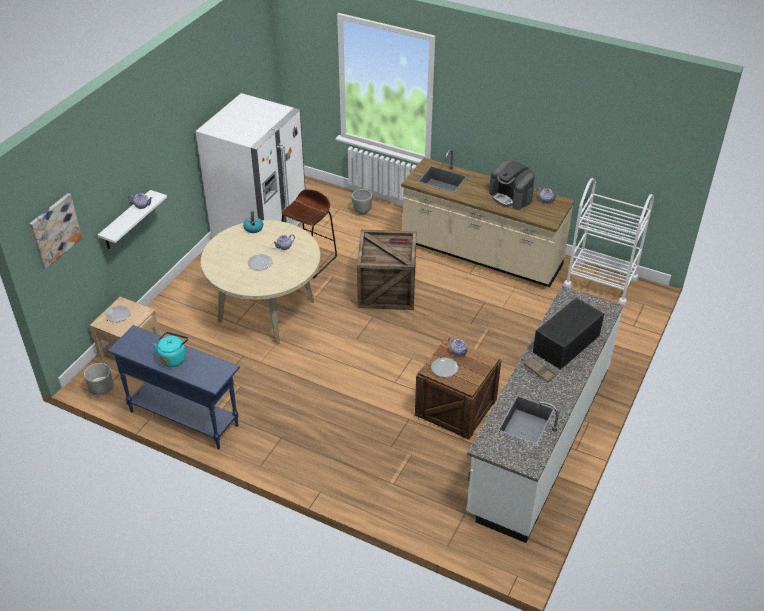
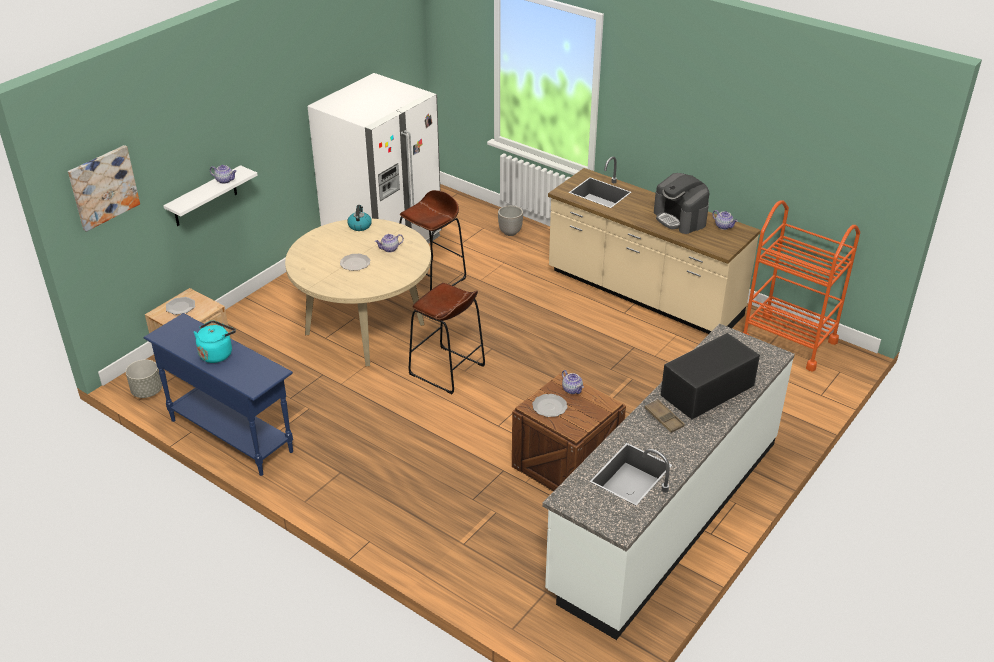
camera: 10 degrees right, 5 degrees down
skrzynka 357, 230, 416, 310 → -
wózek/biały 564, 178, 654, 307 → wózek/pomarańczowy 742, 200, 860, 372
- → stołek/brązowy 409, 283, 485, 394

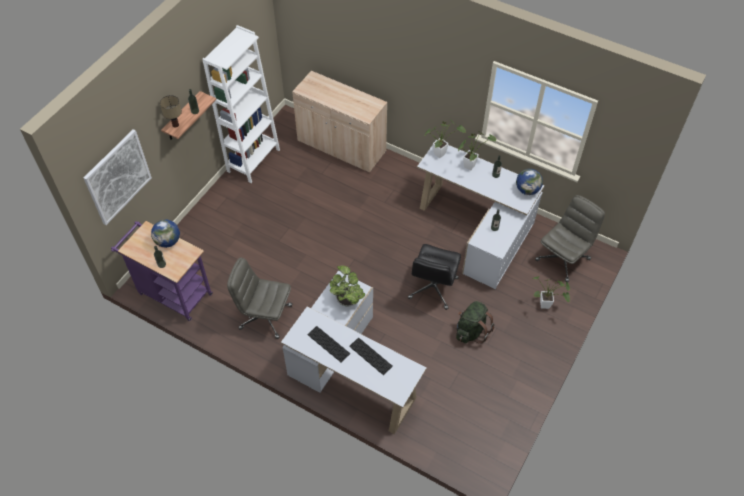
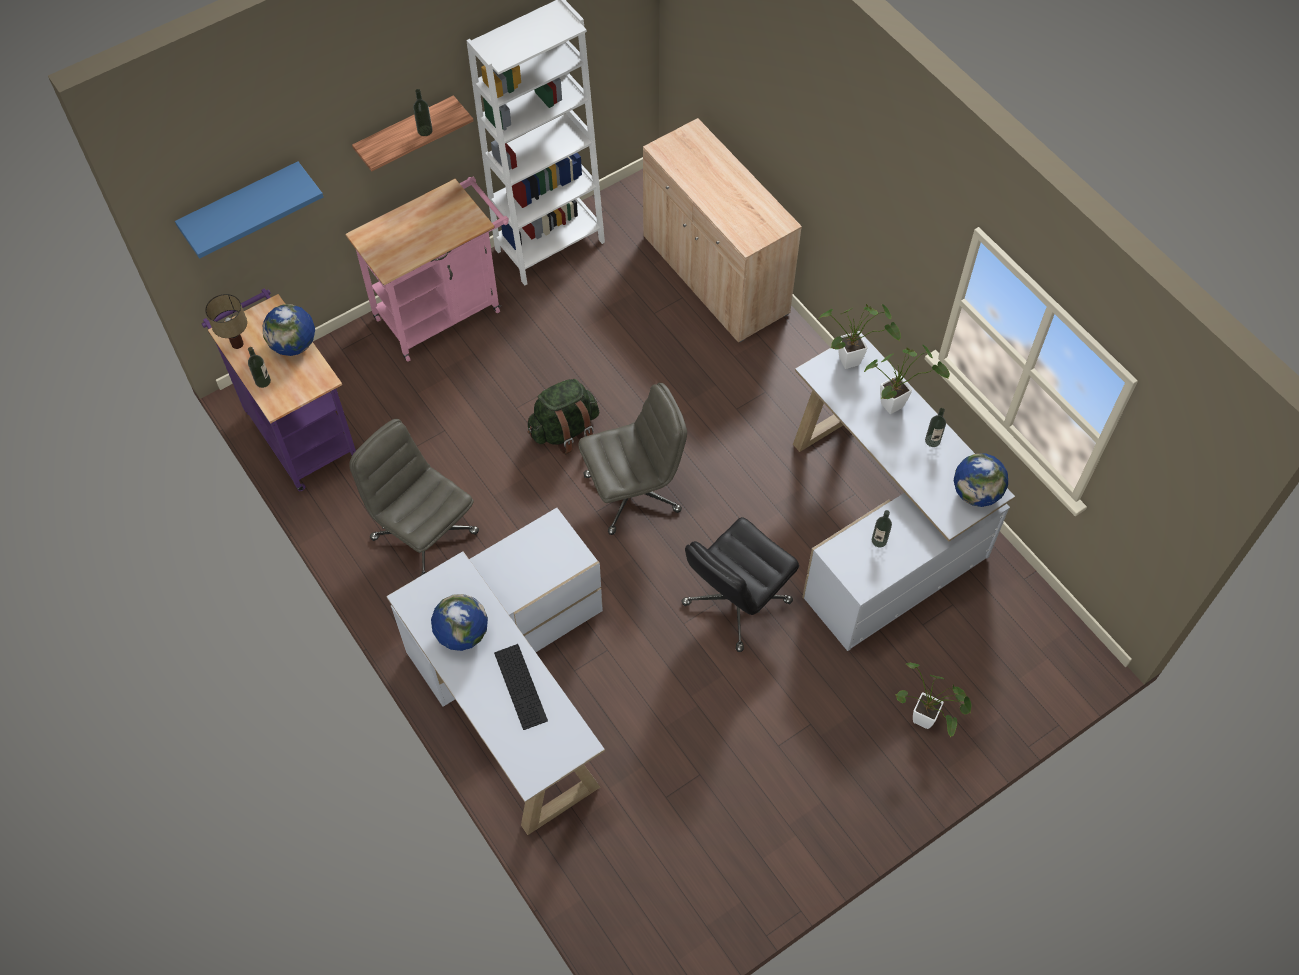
camera: 25 degrees right, 5 degrees up
obraz 84, 129, 152, 225 → półka/niebieski 175, 162, 323, 259
lampa stołowa 160, 95, 182, 128 → lampa stołowa 205, 294, 247, 349, shifted
klawiatura 308, 326, 350, 362 → globus 431, 594, 488, 651
roślina doniczkowa 330, 265, 365, 307 → -
plecak/zielony 456, 301, 494, 344 → plecak/zielony 528, 379, 599, 455, shifted
krzesło biurowe/szary 535, 195, 605, 282 → krzesło biurowe/szary 579, 383, 687, 535, shifted
- → wózek/różowy 345, 177, 509, 362

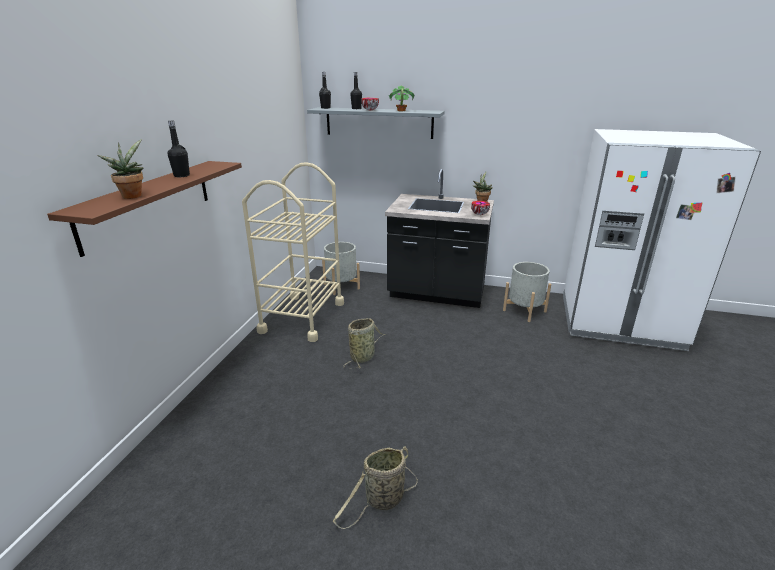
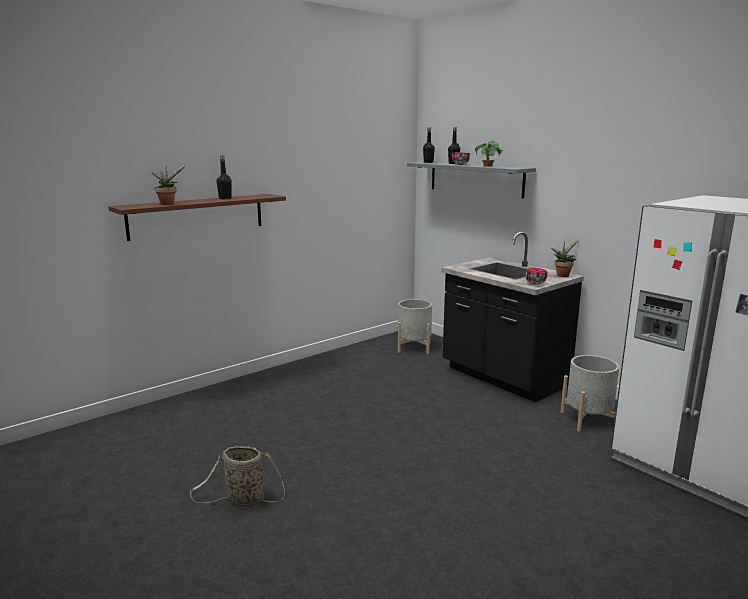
camera: 35 degrees right, 10 degrees down
wózek/beżowy 242, 162, 344, 342 → -
koszyk 344, 318, 385, 369 → -

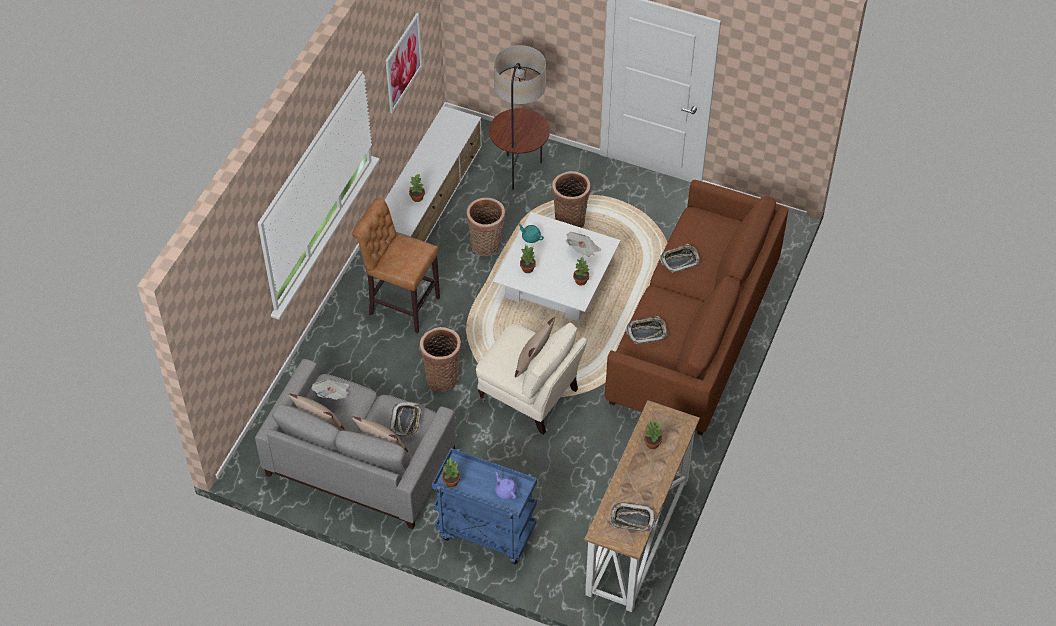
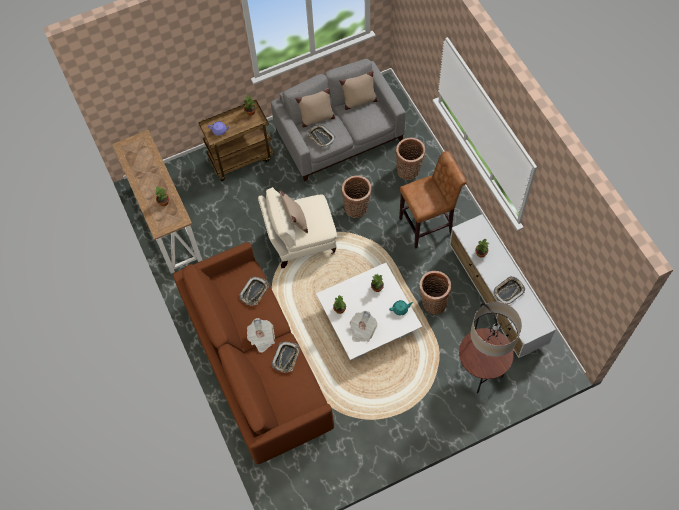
camera: 135 degrees right, 10 degrees up
gazeta 312, 379, 349, 400 → gazeta 247, 318, 275, 353, shifted
obraz 385, 13, 422, 113 → -
wózek/niebieski 432, 448, 537, 565 → wózek/brązowy 198, 100, 273, 181
koszyk 552, 171, 591, 228 → koszyk 396, 138, 425, 180, shifted
taca 610, 502, 656, 532 → taca 493, 276, 525, 305, shifted

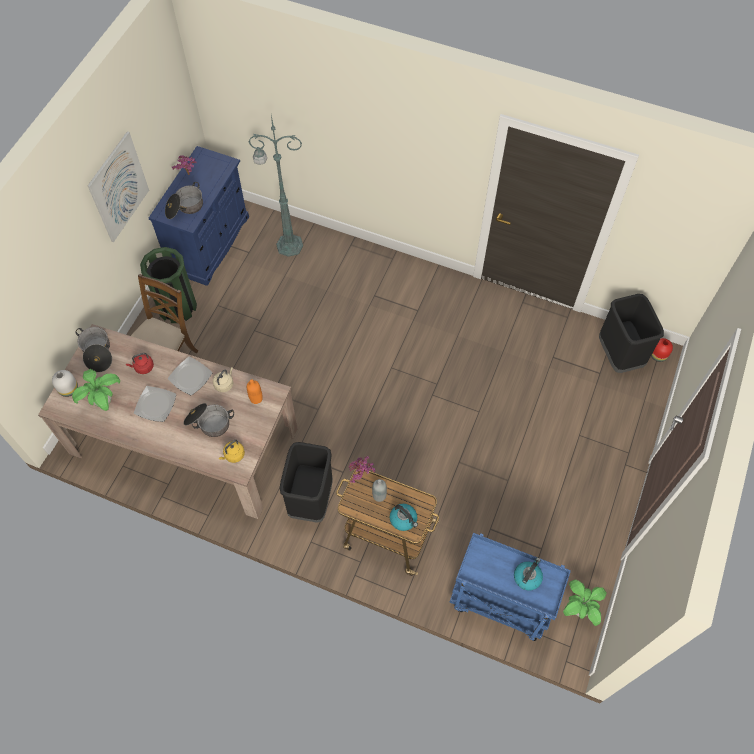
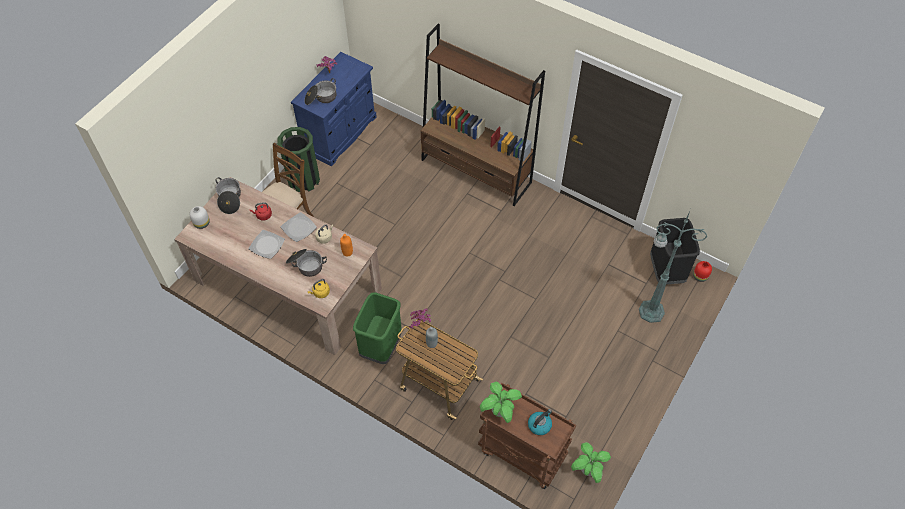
camera: 10 degrees right, 5 degrees down
roślina doniczkowa 72, 369, 120, 411 → roślina doniczkowa 480, 381, 522, 423, shifted
obraz 88, 131, 149, 242 → -
lampa stojąca/zielony 249, 115, 303, 257 → lampa stojąca/zielony 639, 211, 707, 323, shifted
kosz na śmieci/czarny 280, 442, 333, 523 → kosz na śmieci/zielony 353, 293, 402, 364
czajnik 390, 504, 418, 531 → -
wózek/niebieski 450, 533, 571, 641 → wózek/brązowy 478, 383, 576, 489
- → regał/brązowy 421, 24, 545, 206

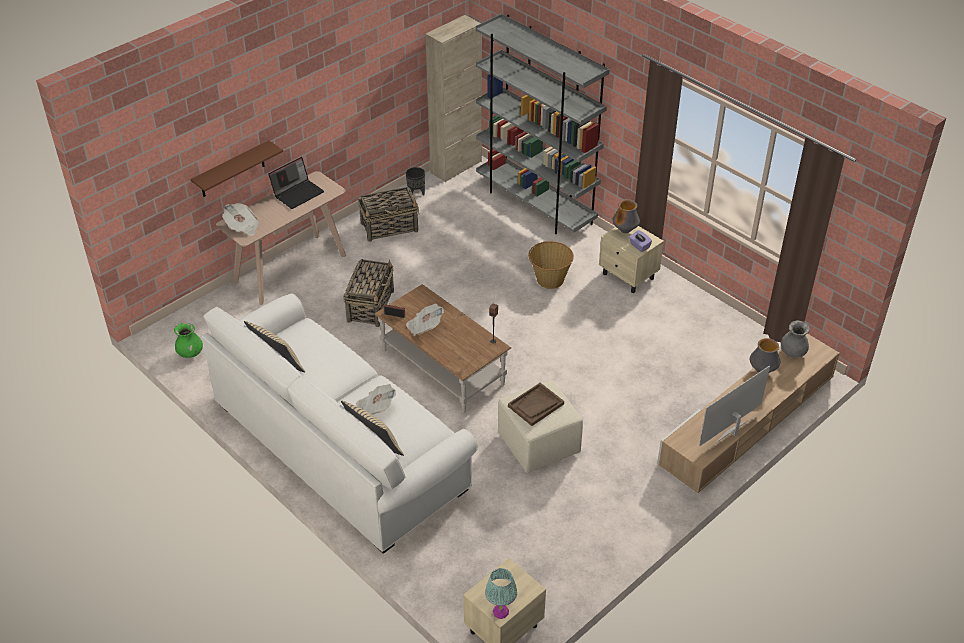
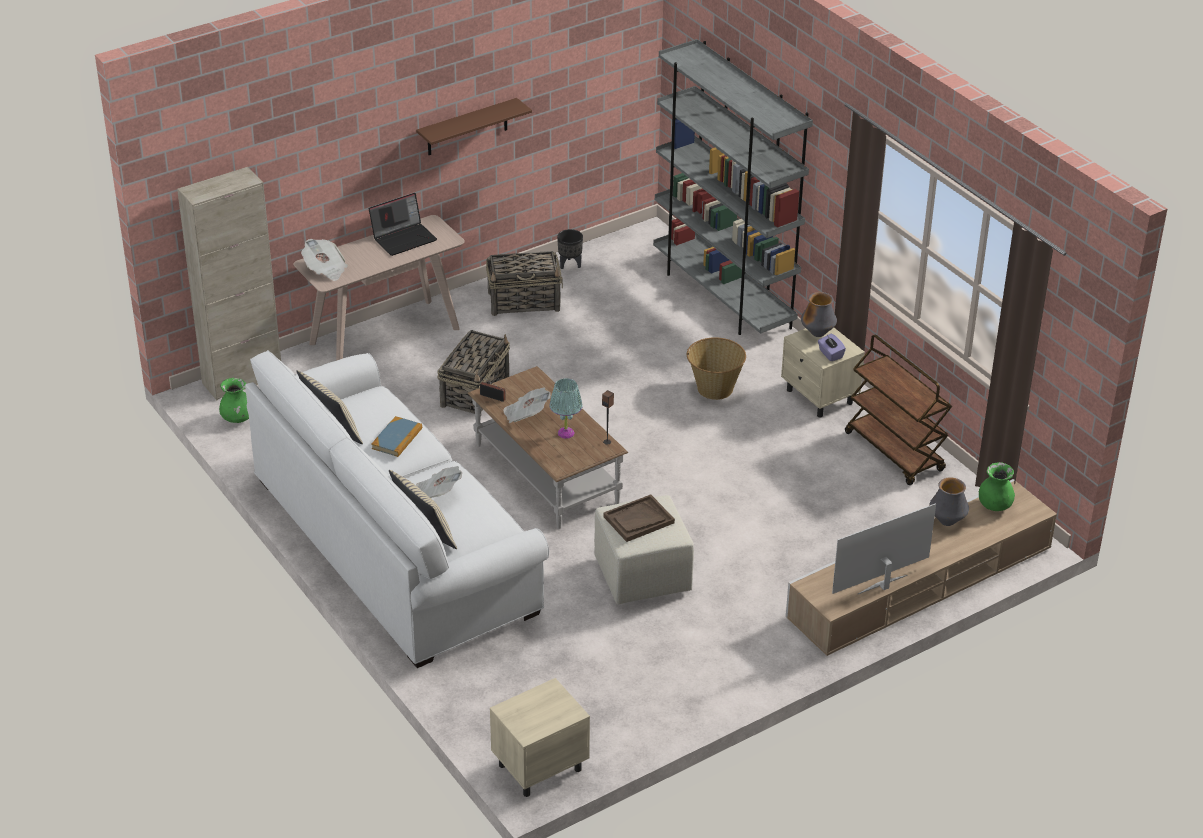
camera: 10 degrees right, 5 degrees down
półka/brązowy 190, 140, 283, 197 → półka/brązowy 416, 98, 532, 155, shifted
szafka/beżowy 425, 15, 482, 182 → szafka/beżowy 177, 167, 281, 400, shifted
lampa stołowa/turkusowy 485, 568, 517, 619 → lampa stołowa/turkusowy 549, 378, 583, 439, shifted
wazon/szary 781, 320, 810, 358 → wazon/zielony 979, 462, 1015, 511
- → książka 371, 416, 422, 457
- → wózek/brązowy 845, 335, 952, 485

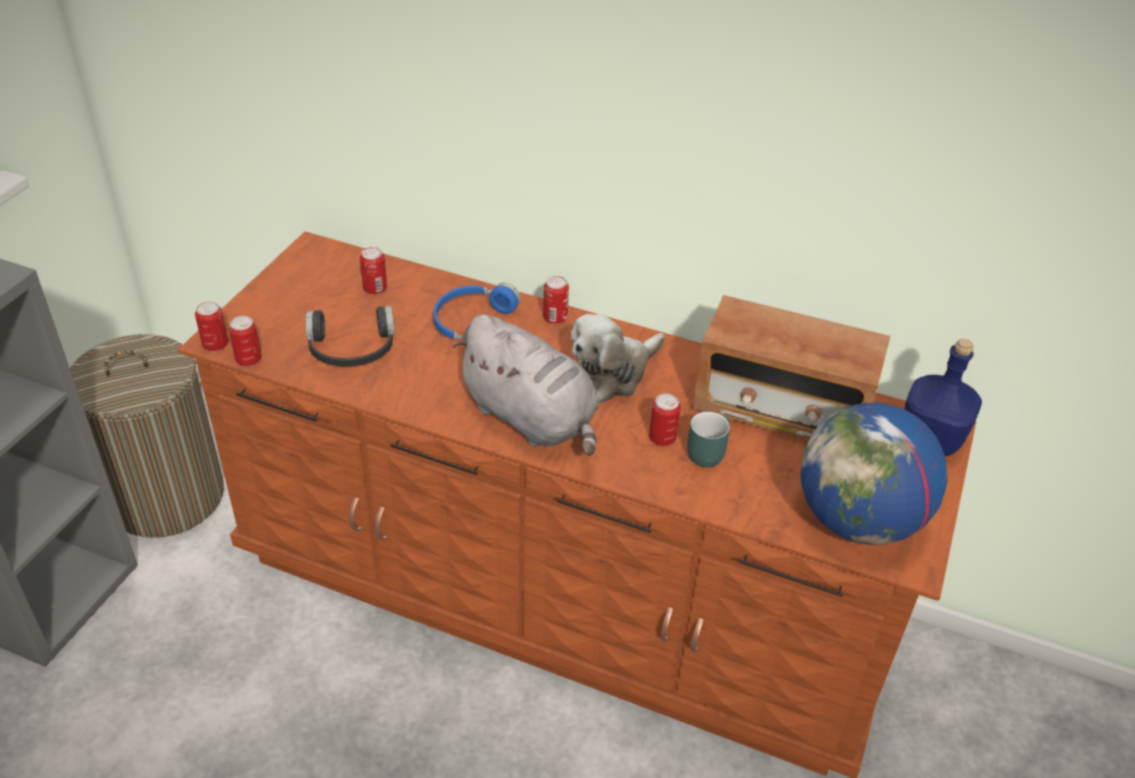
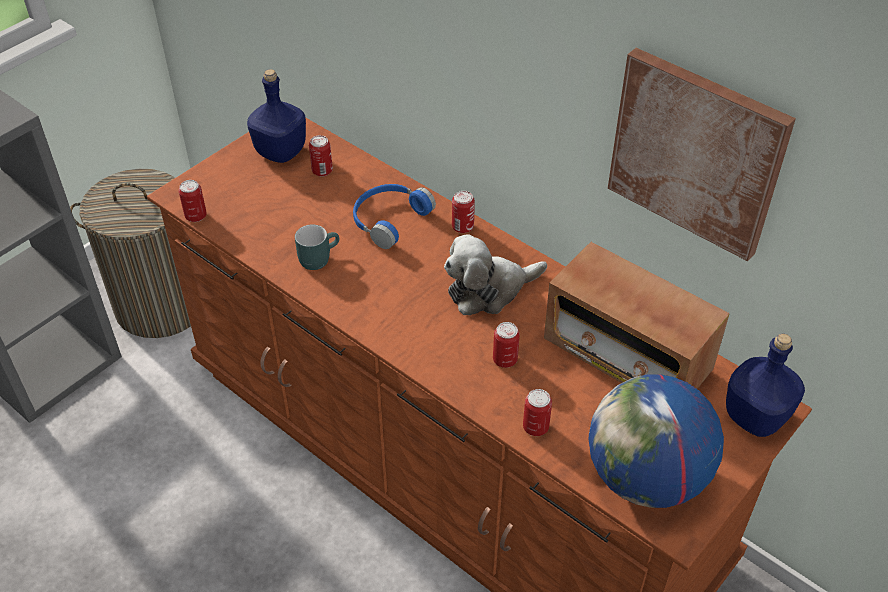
camera: 20 degrees right, 5 degrees up
puszka 195, 301, 228, 351 → puszka 523, 389, 552, 436, shifted
słuchawki/czarny 306, 306, 395, 367 → -
pluszak/szary 453, 314, 599, 456 → -
kubek/turkusowy 687, 412, 730, 467 → kubek/turkusowy 295, 224, 339, 270, shifted
- → butelka/niebieski 247, 69, 306, 163
- → obraz 608, 48, 796, 261

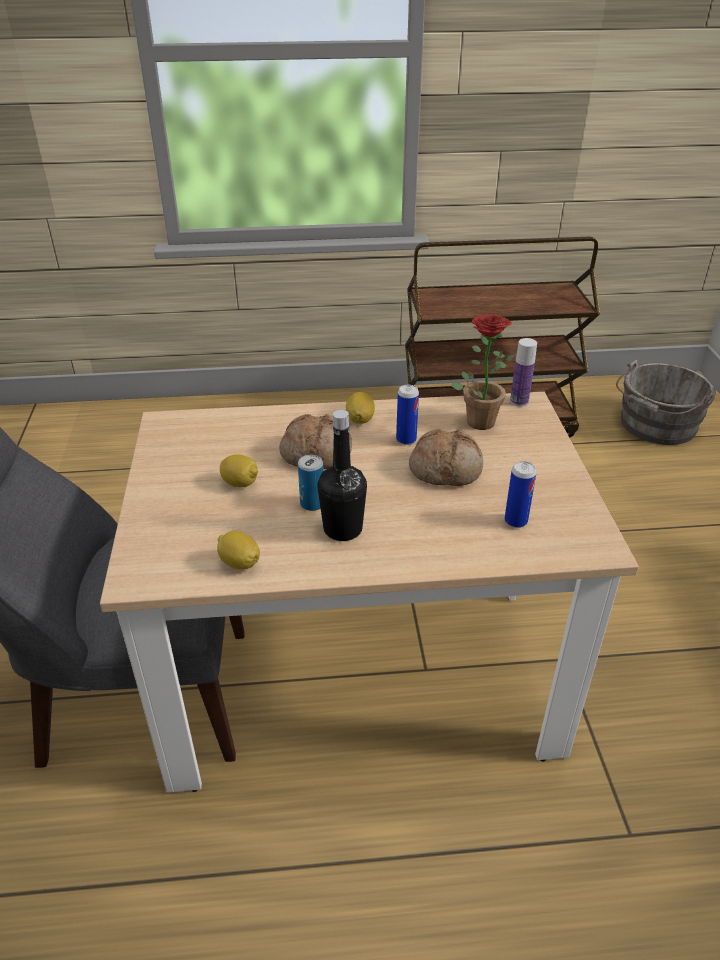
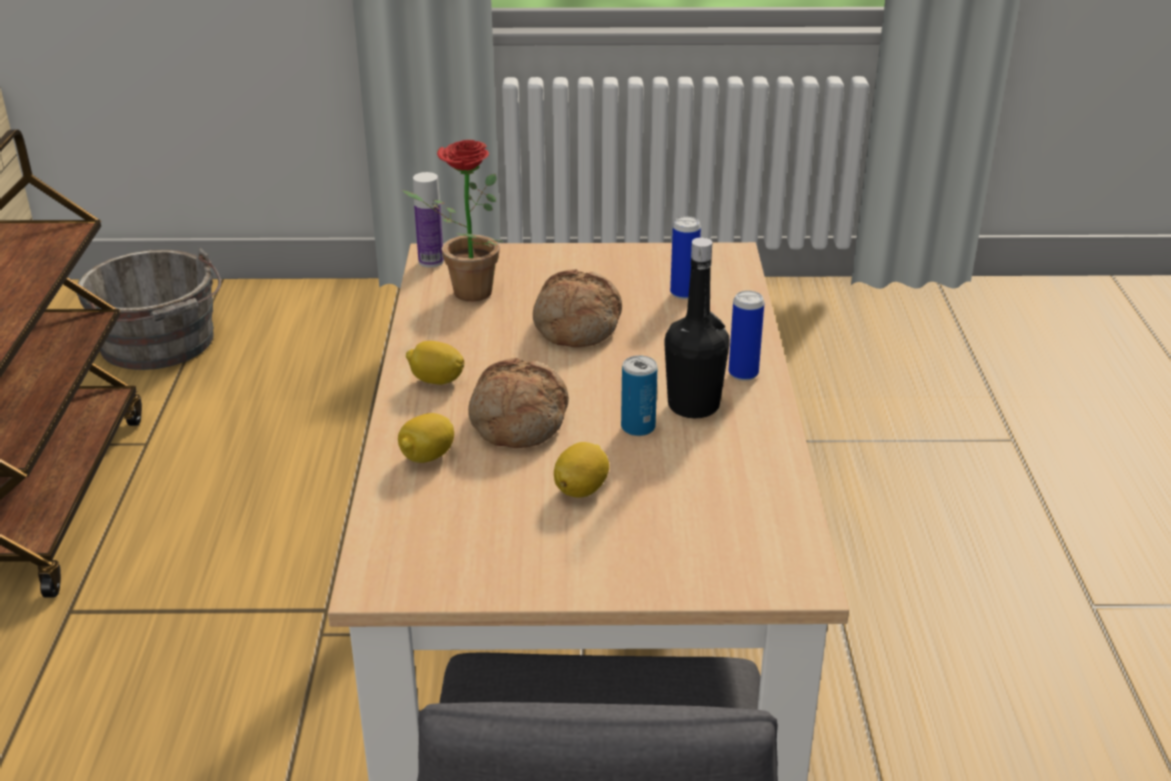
camera: 85 degrees left, 5 degrees down
cytryna 217, 531, 260, 569 → cytryna 398, 413, 454, 463, shifted
puszka 396, 385, 419, 445 → puszka 729, 291, 764, 381, shifted

